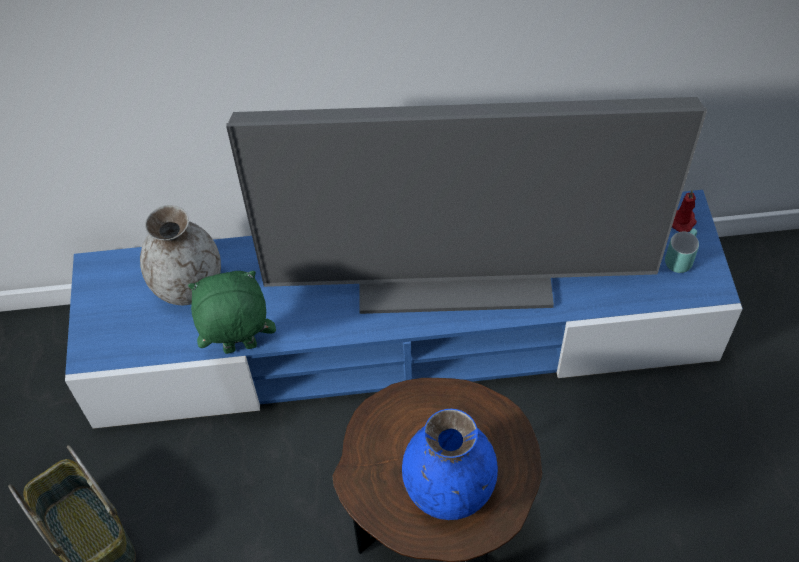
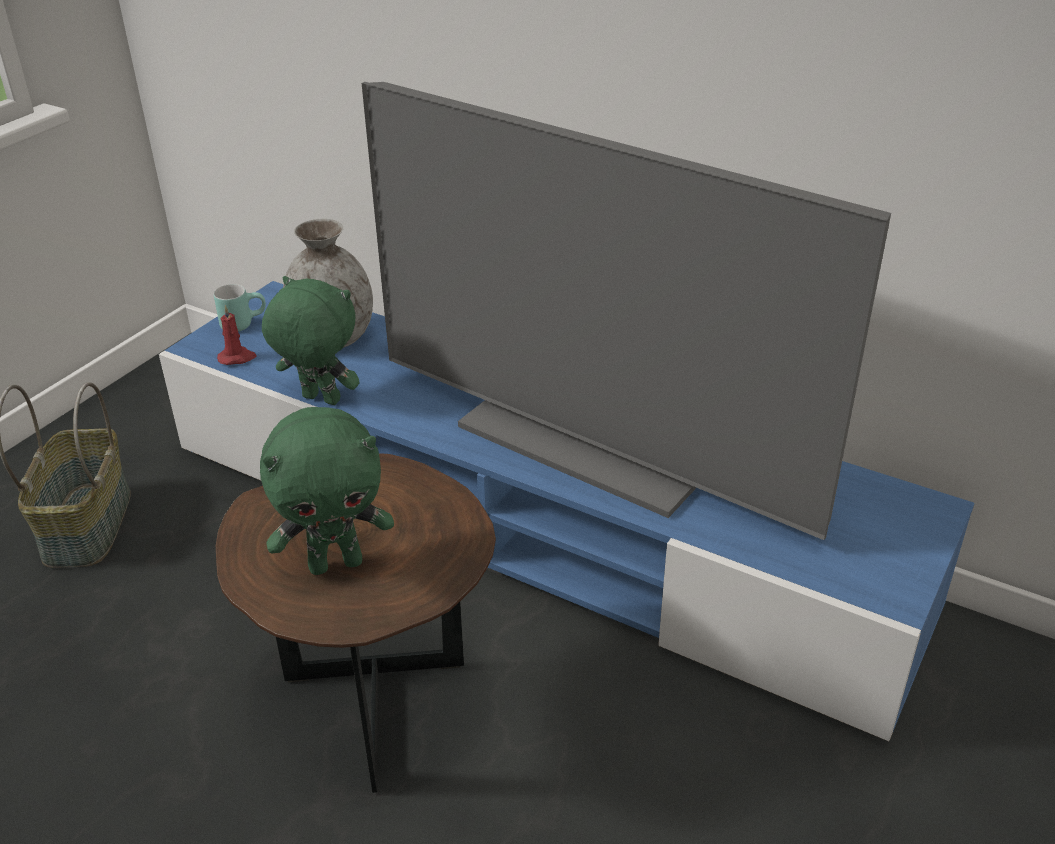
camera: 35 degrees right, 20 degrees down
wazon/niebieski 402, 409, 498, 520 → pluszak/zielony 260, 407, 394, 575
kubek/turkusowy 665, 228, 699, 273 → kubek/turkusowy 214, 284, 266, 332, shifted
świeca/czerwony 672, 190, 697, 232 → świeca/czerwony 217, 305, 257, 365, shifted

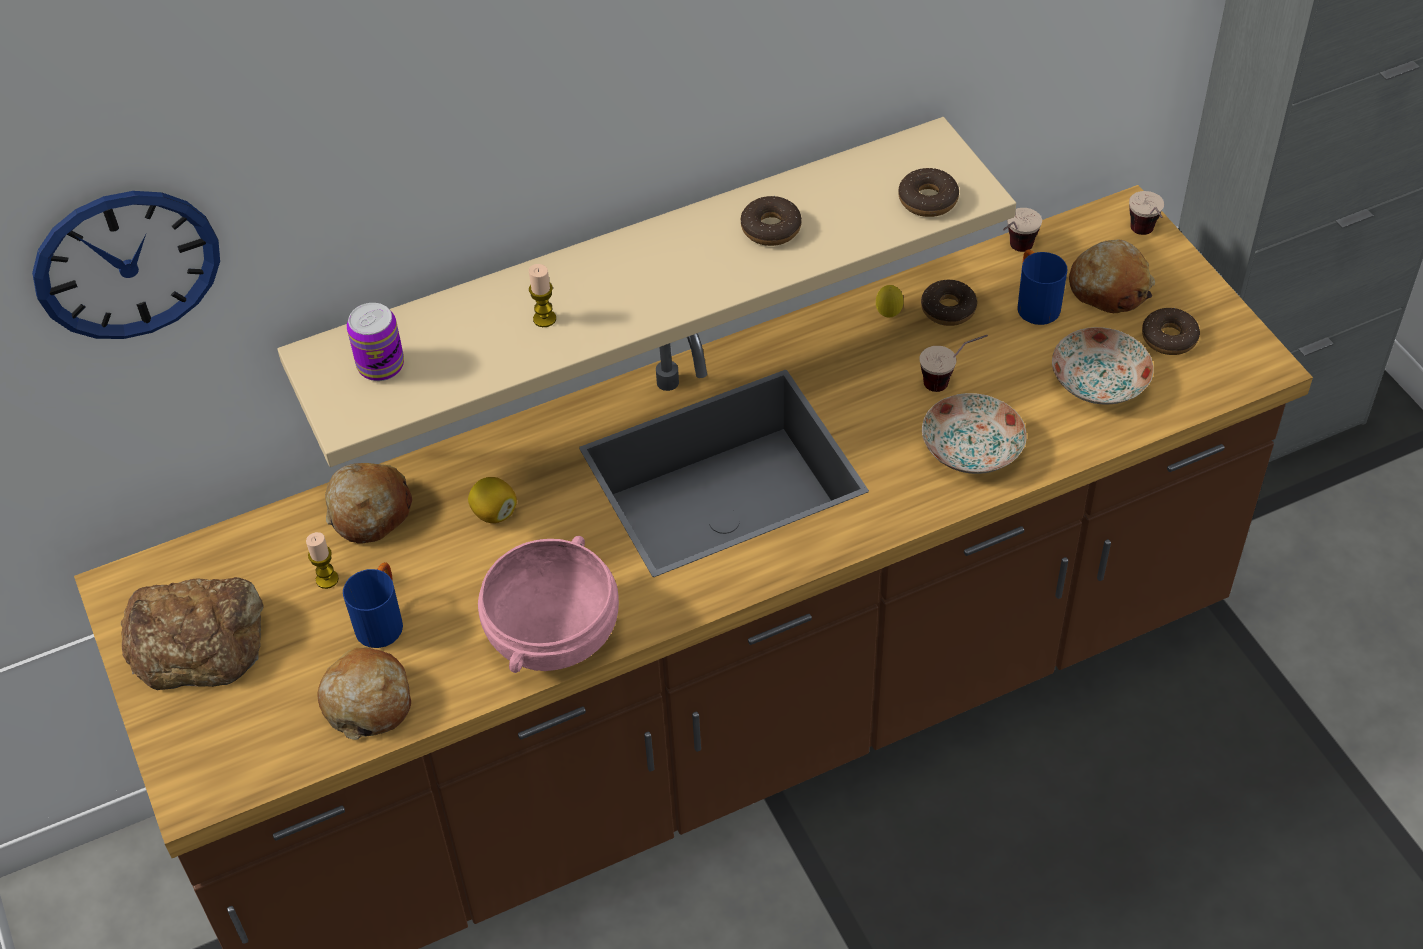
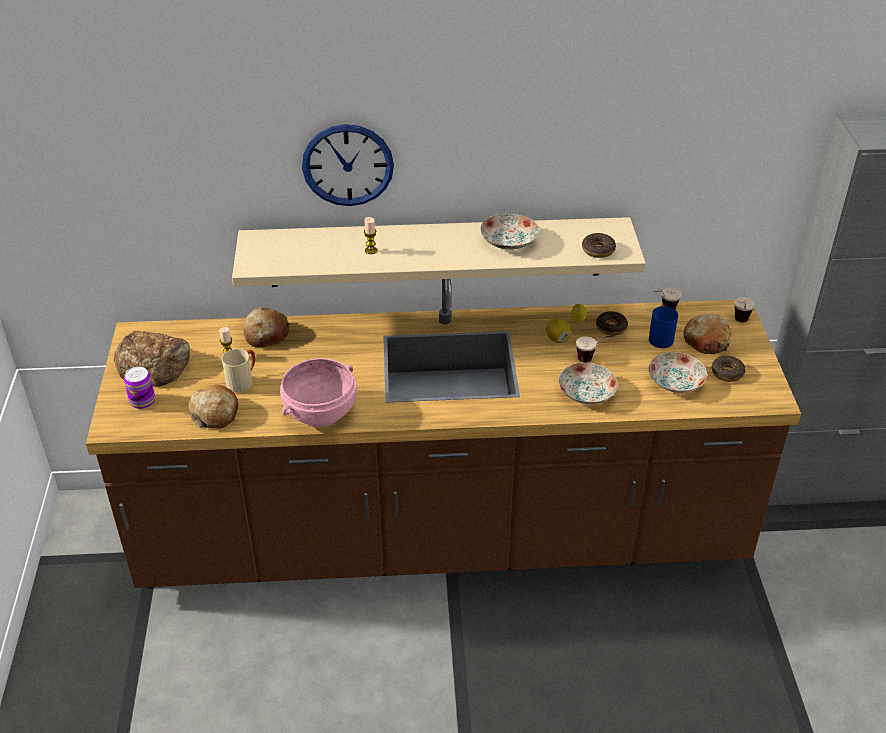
camera: 20 degrees right, 10 degrees down
zegar ścienny 32, 191, 220, 339 → zegar ścienny 302, 124, 394, 206, shifted
kubek/niebieski 343, 562, 403, 648 → kubek/beżowy 222, 349, 255, 393
puszka 347, 303, 404, 381 → puszka 124, 367, 155, 409, shifted
cytryna 468, 477, 517, 523 → cytryna 546, 318, 571, 343, shifted
donut 741, 195, 802, 246 → talerz 480, 214, 539, 250

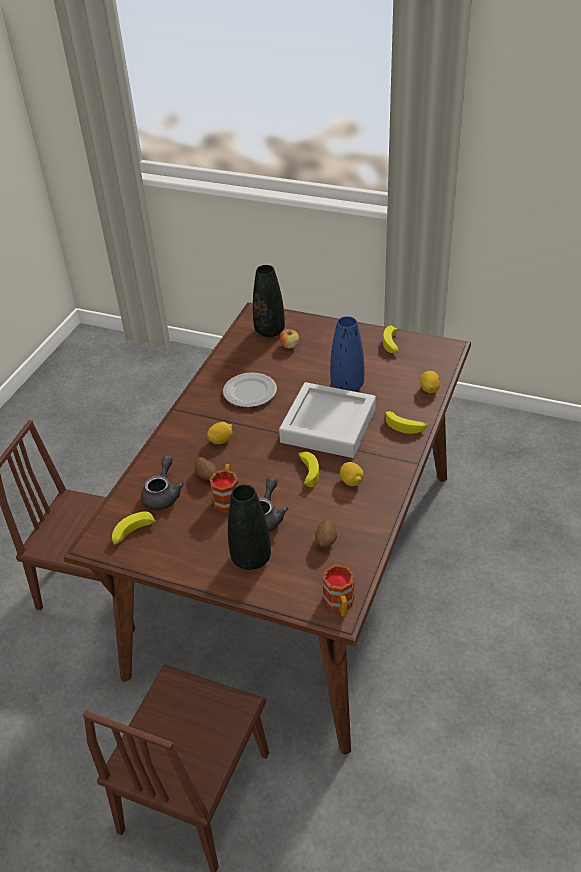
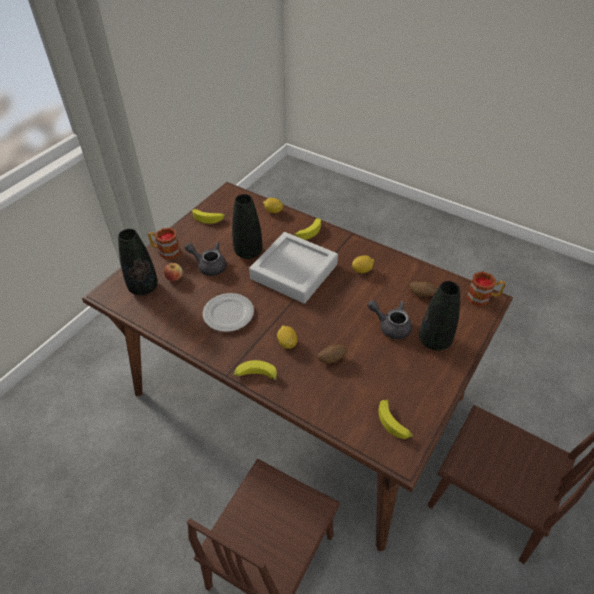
camera: 80 degrees left, 5 degrees up
imbryk/szary 141, 455, 184, 510 → imbryk/szary 185, 242, 227, 276, shifted
kubek 209, 464, 238, 512 → kubek 148, 228, 180, 259, shifted
banan 299, 452, 319, 487 → banan 233, 360, 277, 381, shifted
wazon/niebieski 330, 316, 364, 391 → wazon/czarny 232, 194, 262, 259

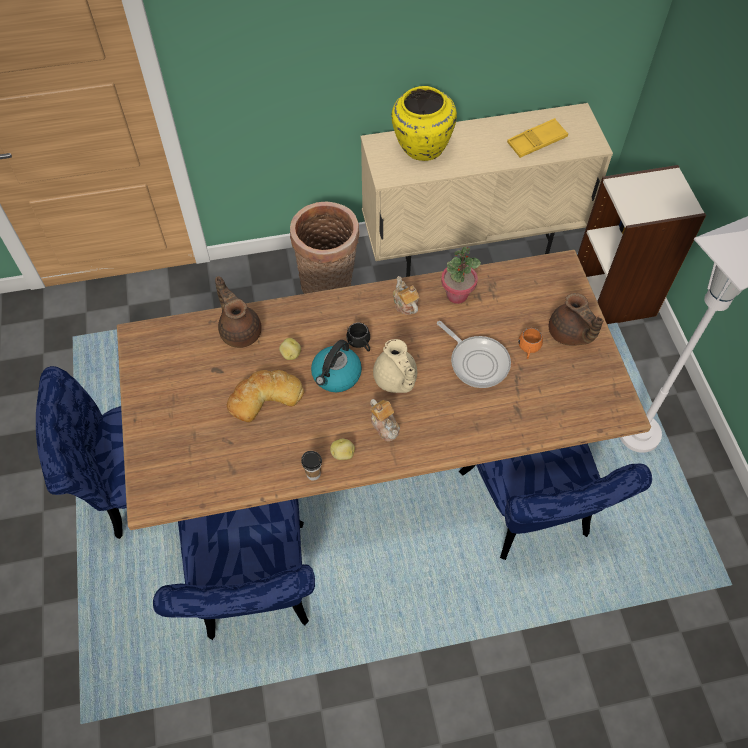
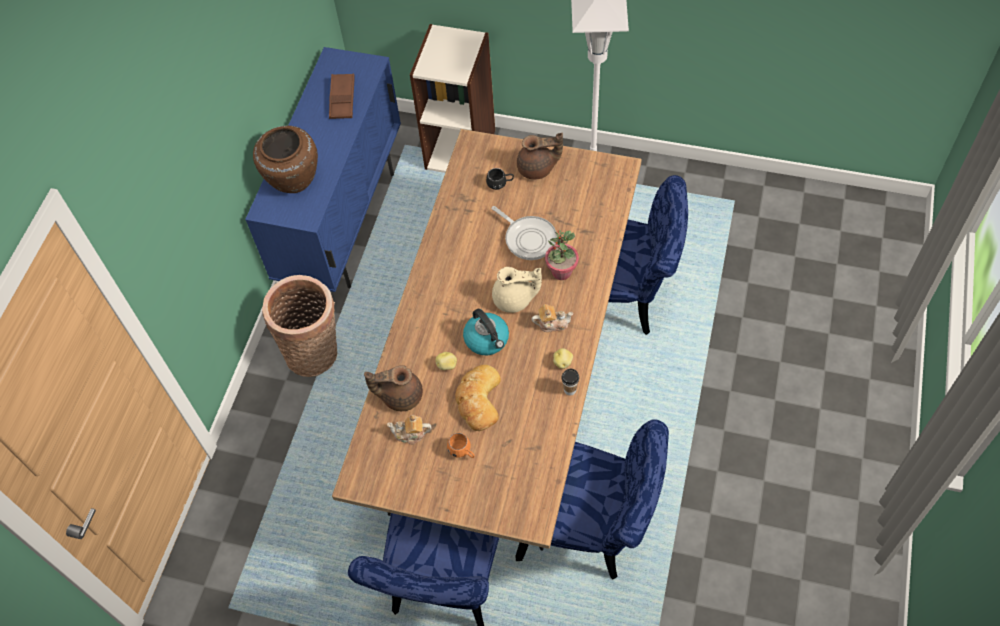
camera: 60 degrees left, 0 degrees up
kubek/czarny 346, 323, 370, 352 → kubek/czarny 486, 168, 514, 190, shifted
szafka/beżowy 361, 103, 613, 277 → szafka/niebieski 245, 47, 401, 292
wazon/żółty 392, 86, 457, 161 → wazon/brązowy 253, 126, 318, 193
imbryk 393, 276, 420, 315 → imbryk 387, 415, 432, 444, shifted
patelnia 437, 321, 511, 388 → patelnia 492, 206, 557, 260, 60 degrees clockwise
roślina doniczkowa 441, 246, 481, 304 → roślina doniczkowa 545, 230, 579, 280, shifted
taca/żółty 507, 118, 568, 158 → taca/brązowy 329, 73, 355, 119
kubek/pomarańczowy 518, 328, 543, 359 → kubek/pomarańczowy 447, 433, 475, 458, shifted

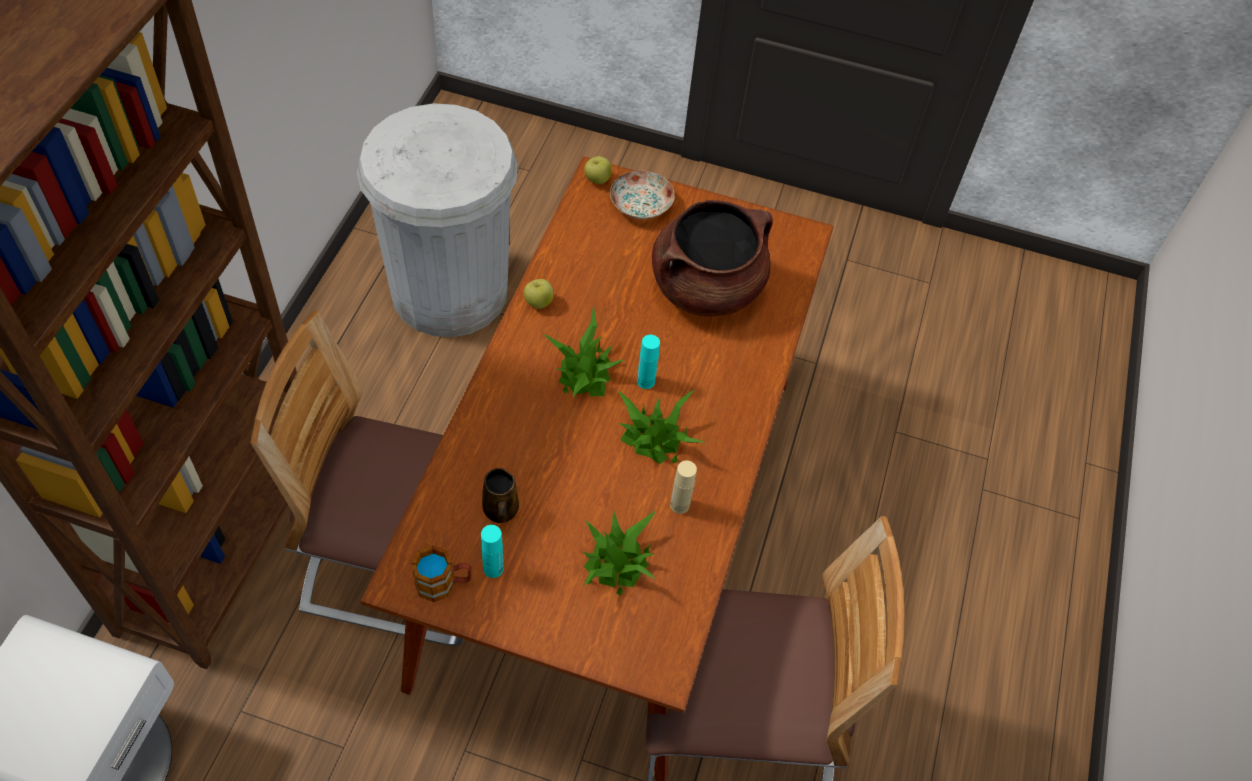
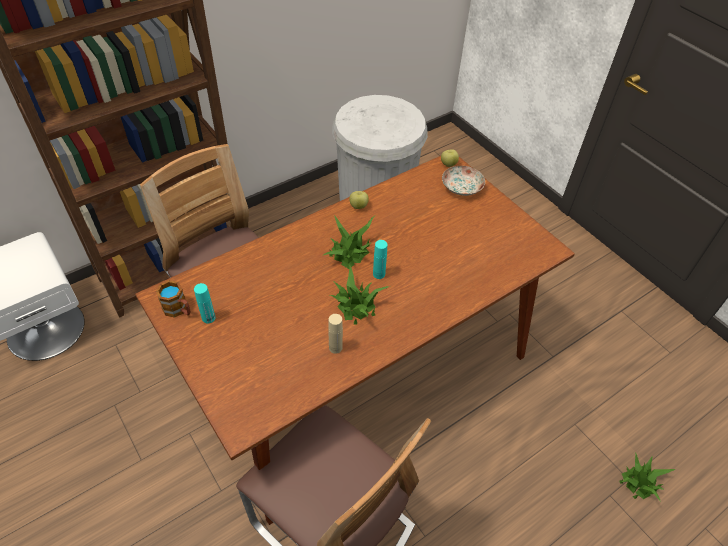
camera: 40 degrees right, 5 degrees down
kubek/brązowy 482, 468, 519, 523 → -
roślina doniczkowa 583, 510, 656, 596 → roślina doniczkowa 619, 452, 675, 502, shifted
garnek/brązowy 652, 200, 773, 316 → -

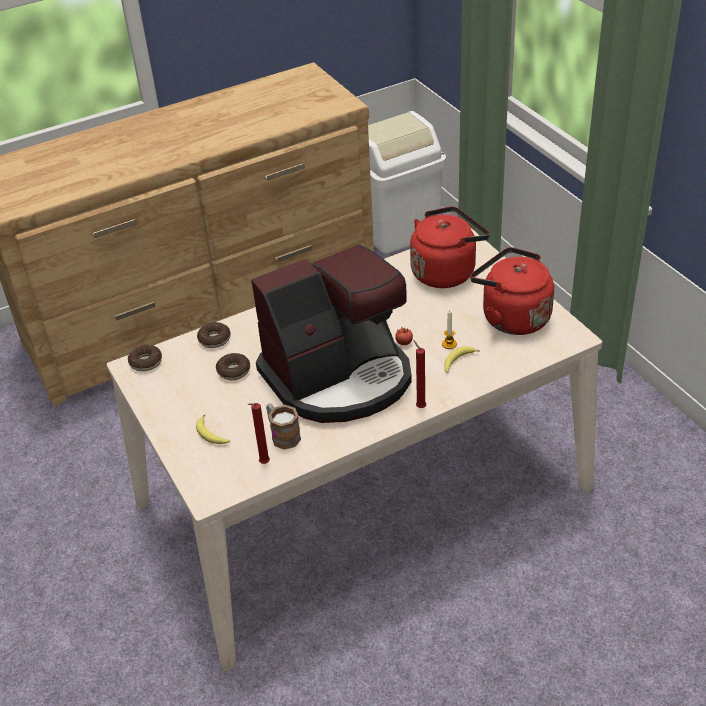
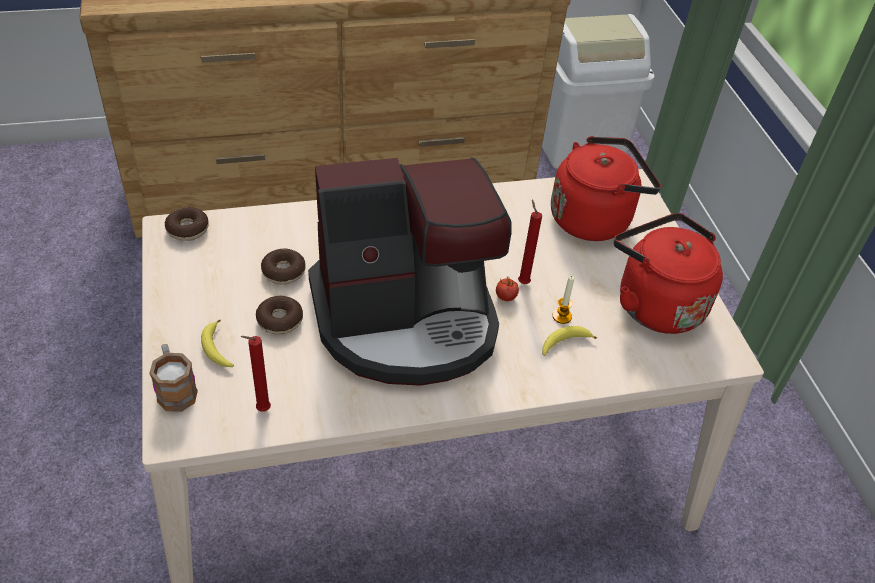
camera: 10 degrees right, 5 degrees up
donut 197, 322, 231, 348 → donut 256, 296, 303, 334, shifted
kubek 266, 403, 301, 450 → kubek 149, 344, 198, 412, shifted
świeca/czerwony 413, 340, 426, 408 → świeca/czerwony 518, 200, 542, 284, shifted

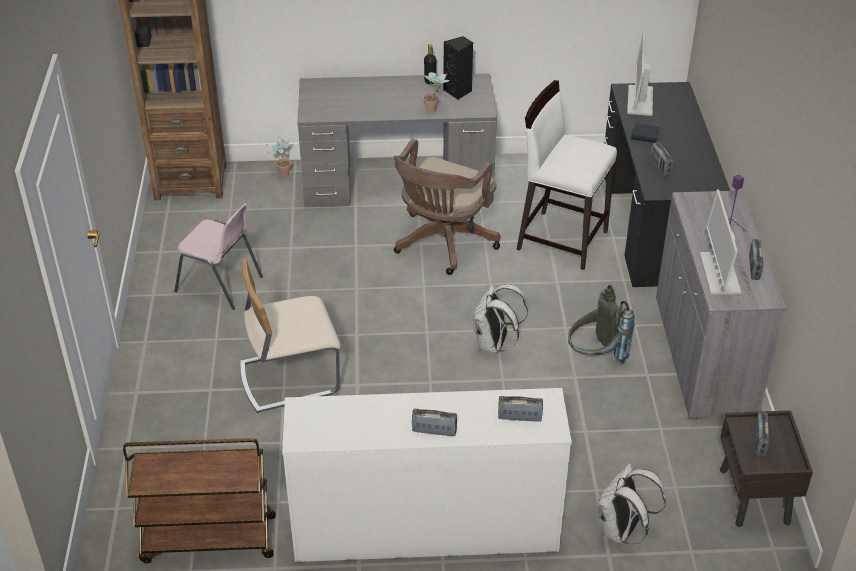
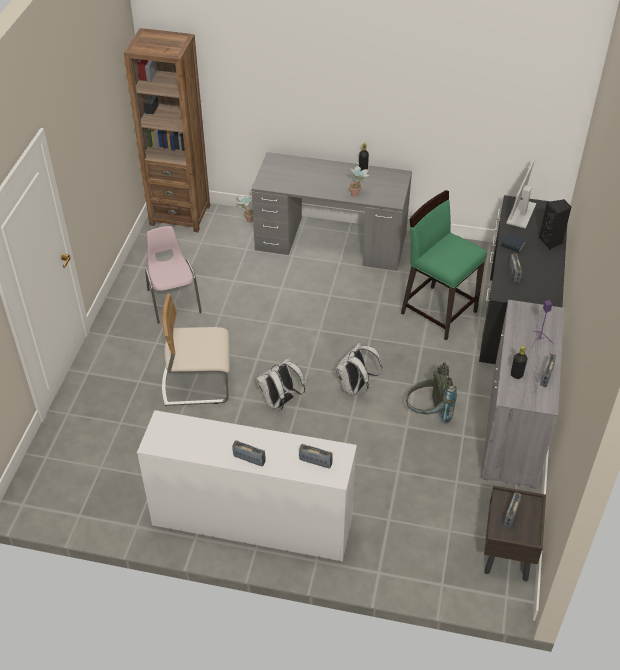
camera: 15 degrees right, 5 degrees up
wózek/brązowy 123, 438, 276, 563 → -
krzesło/różowy 174, 203, 263, 310 → krzesło/różowy 145, 226, 202, 324, 150 degrees counterclockwise
krzesło biurowe/brązowy 394, 139, 500, 275 → -
głośnik/czarny 443, 36, 473, 100 → głośnik/czarny 539, 199, 572, 250, shifted
stołek/biały 517, 80, 617, 270 → stołek/zielony 401, 190, 487, 340
plecak/biały 598, 463, 666, 544 → plecak/biały 255, 358, 305, 411, shifted
monitor 700, 189, 741, 295 → butelka/czarny 511, 346, 528, 379

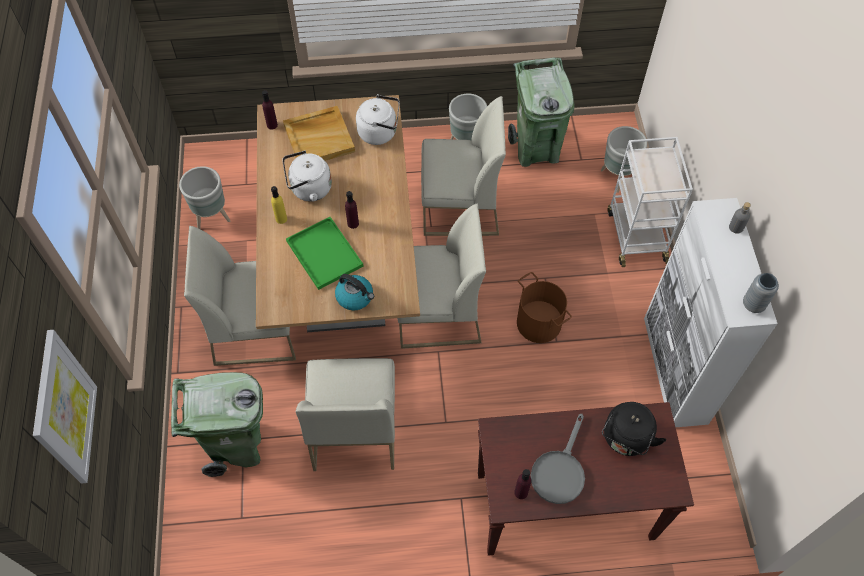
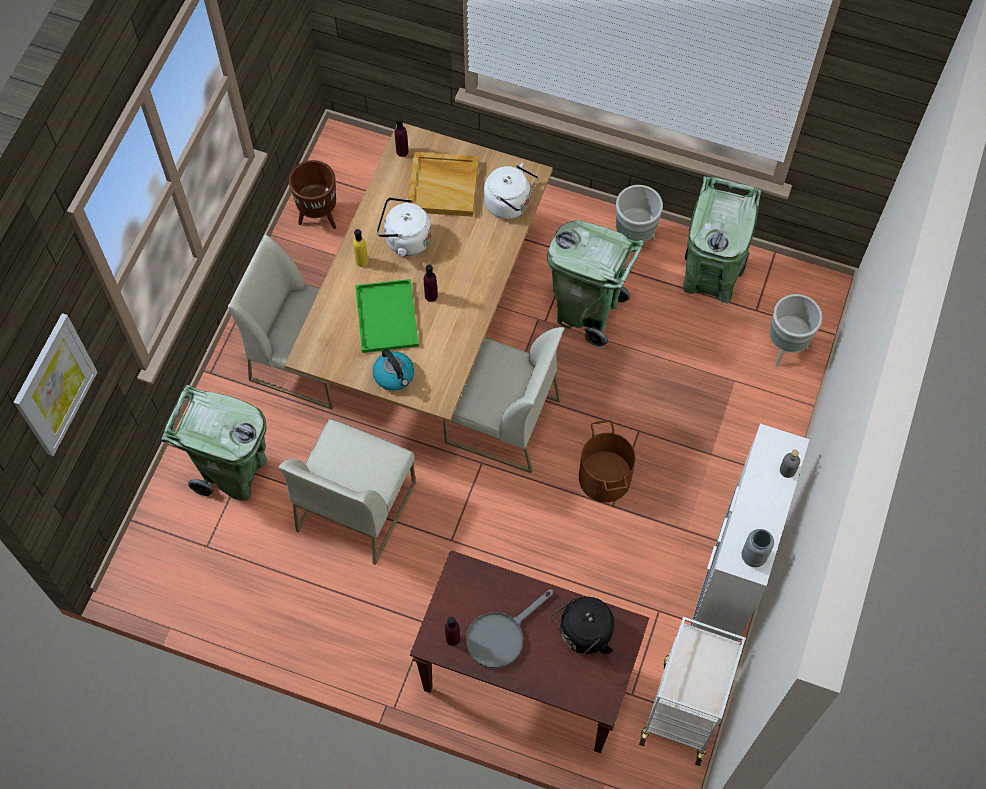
camera: 25 degrees right, 5 degrees up
donica/szary 179, 166, 231, 229 → donica/brązowy 289, 160, 336, 229
krzesło/biały 421, 96, 506, 236 → kosz na śmieci/zielony 547, 220, 645, 348
wózek/biały 608, 137, 693, 267 → wózek/biały 639, 617, 746, 766, shifted

